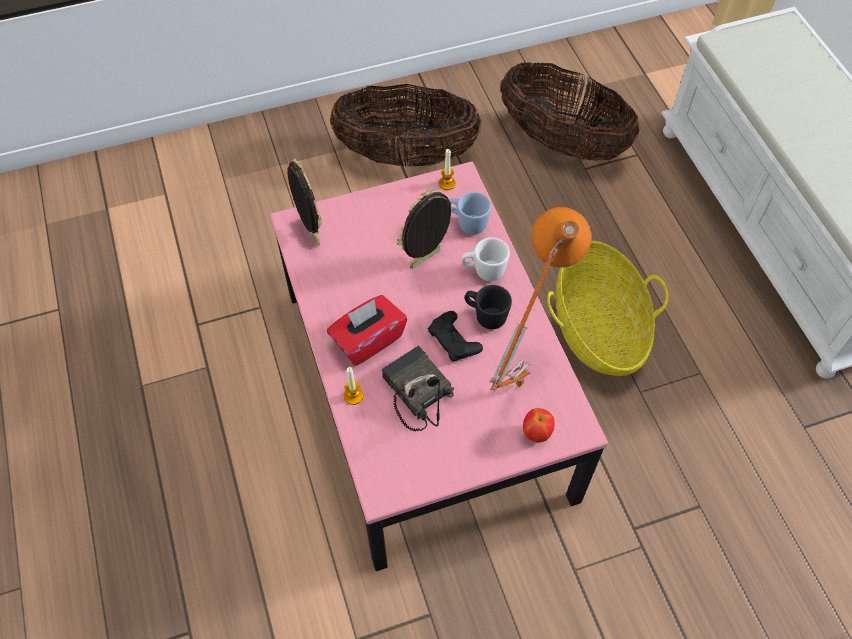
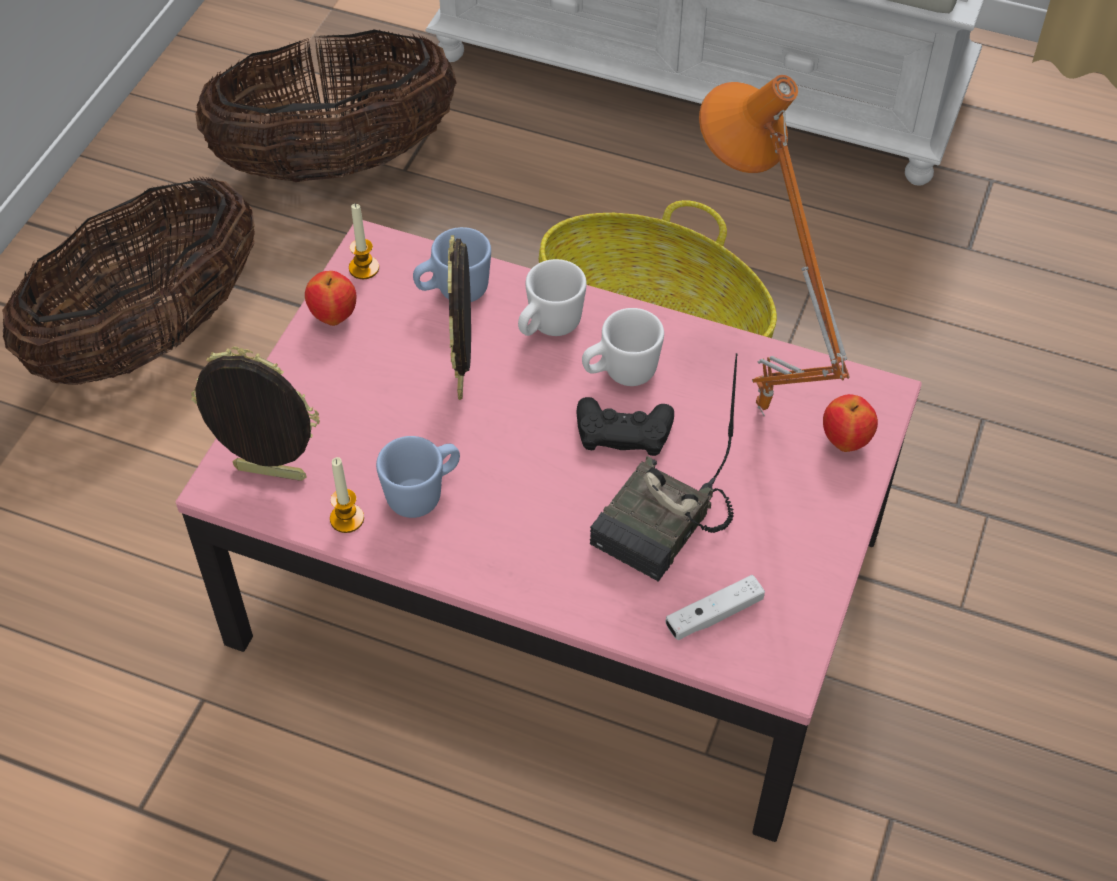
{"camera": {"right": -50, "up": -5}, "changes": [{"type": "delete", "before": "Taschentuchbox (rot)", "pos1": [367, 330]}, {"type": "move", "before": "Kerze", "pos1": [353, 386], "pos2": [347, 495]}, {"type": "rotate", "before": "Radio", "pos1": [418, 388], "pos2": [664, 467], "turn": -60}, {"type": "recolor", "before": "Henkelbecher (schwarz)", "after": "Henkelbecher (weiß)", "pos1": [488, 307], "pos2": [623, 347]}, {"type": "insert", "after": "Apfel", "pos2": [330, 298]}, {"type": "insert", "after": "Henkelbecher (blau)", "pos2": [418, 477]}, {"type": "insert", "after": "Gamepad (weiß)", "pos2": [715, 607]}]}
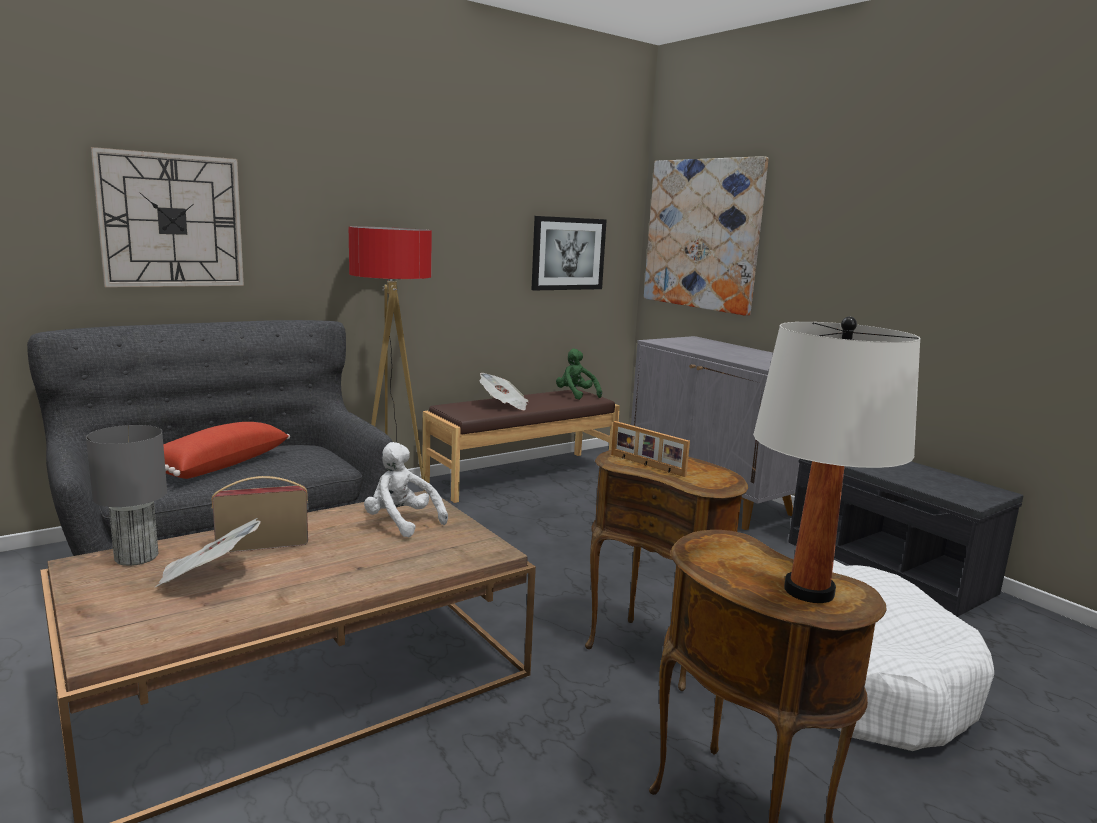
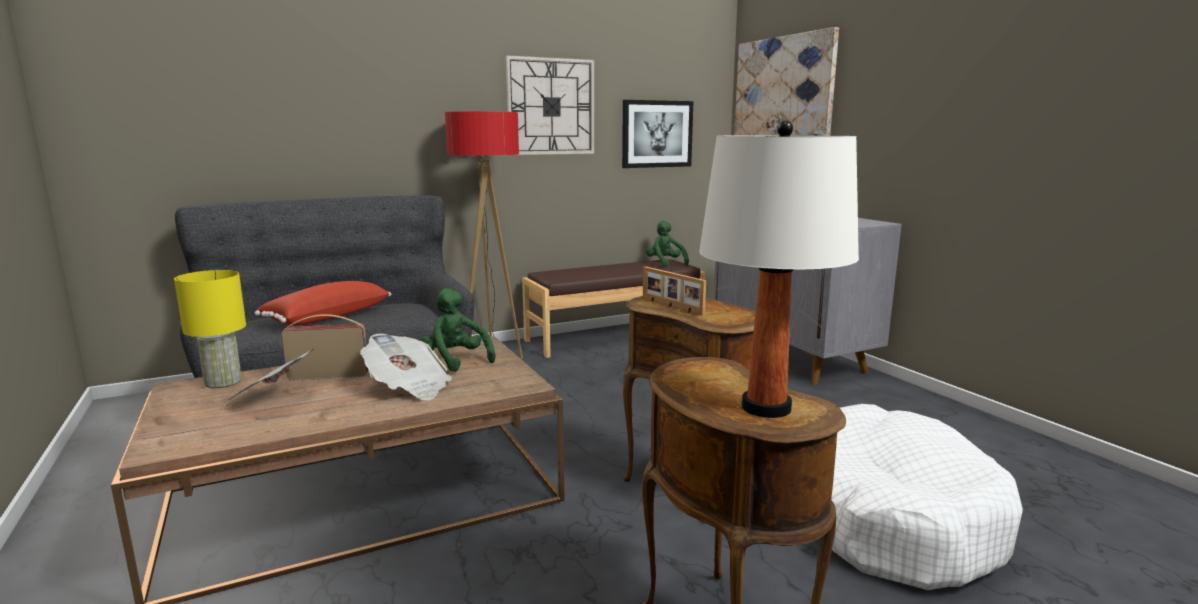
{"camera": {"right": 10, "up": 0}, "changes": [{"type": "recolor", "before": "Tischlampe (grau)", "after": "Tischlampe (gelb)", "pos1": [126, 495], "pos2": [210, 329]}, {"type": "move", "before": "Wanduhr", "pos1": [167, 217], "pos2": [549, 105]}, {"type": "recolor", "before": "Plüschtier (weiß)", "after": "Plüschtier (grün)", "pos1": [406, 489], "pos2": [458, 330]}, {"type": "move", "before": "Zeitung", "pos1": [504, 392], "pos2": [406, 366]}, {"type": "delete", "before": "Bank (grau)", "pos1": [905, 537]}]}
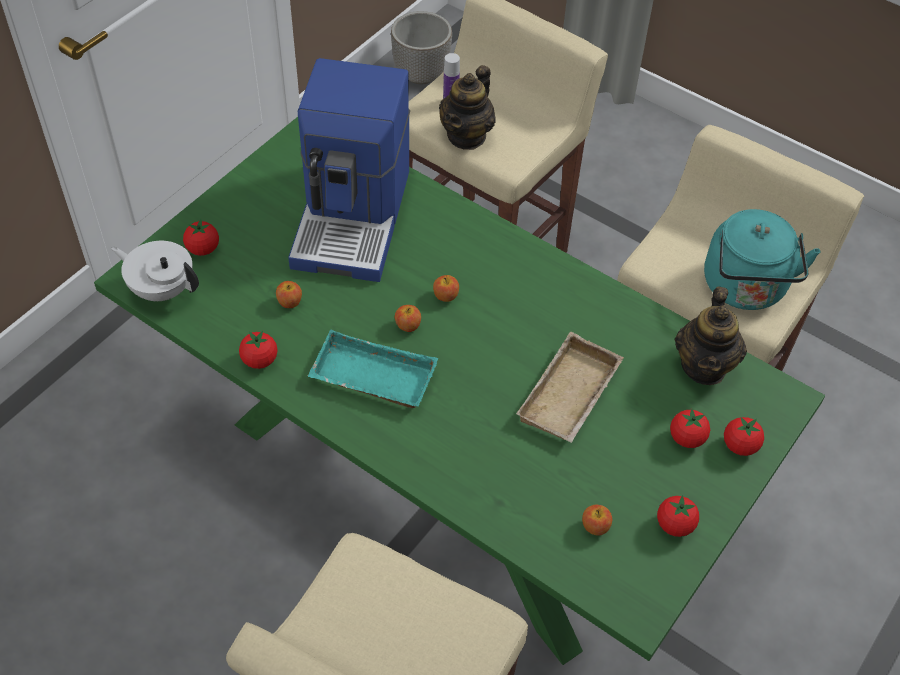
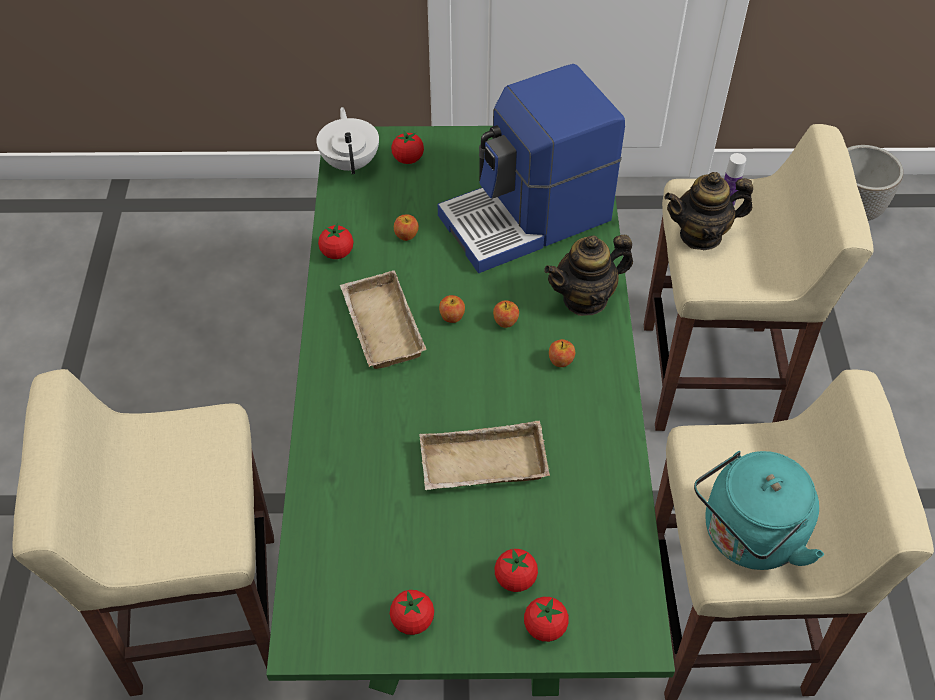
{"camera": {"right": 55, "up": 0}, "changes": [{"type": "recolor", "before": "Tablett (türkis)", "after": "Tablett (beige)", "pos1": [373, 369], "pos2": [383, 319]}, {"type": "move", "before": "Apfel", "pos1": [597, 520], "pos2": [562, 353]}, {"type": "move", "before": "Teekanne", "pos1": [711, 335], "pos2": [588, 275]}]}
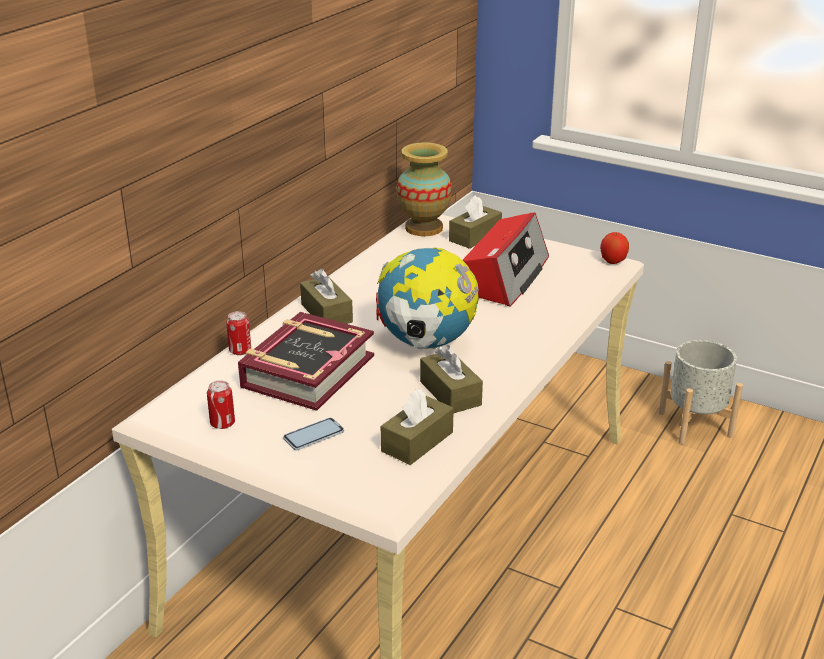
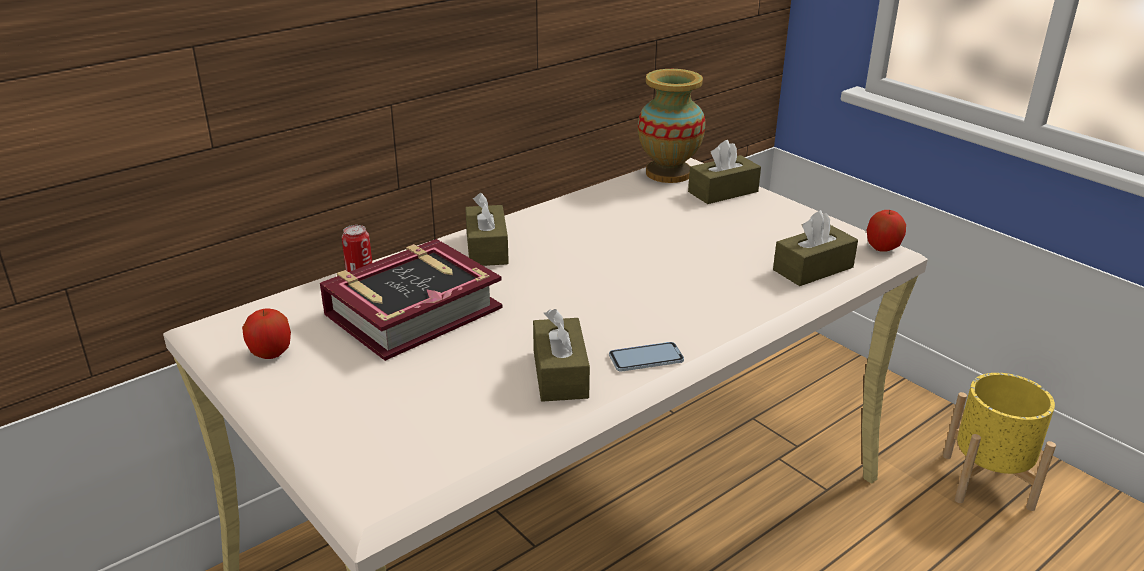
{"camera": {"right": 20, "up": 0}, "changes": [{"type": "replace", "before": "Dose", "after": "Apfel", "pos1": [221, 404], "pos2": [266, 334]}, {"type": "move", "before": "Handy", "pos1": [313, 434], "pos2": [646, 357]}, {"type": "delete", "before": "Globus", "pos1": [427, 298]}, {"type": "move", "before": "Taschentuchbox (braun)", "pos1": [417, 427], "pos2": [815, 248]}, {"type": "delete", "before": "Radio", "pos1": [506, 259]}, {"type": "recolor", "before": "Pflanzkübel (grau)", "after": "Pflanzkübel (gelb)", "pos1": [700, 392], "pos2": [999, 442]}]}
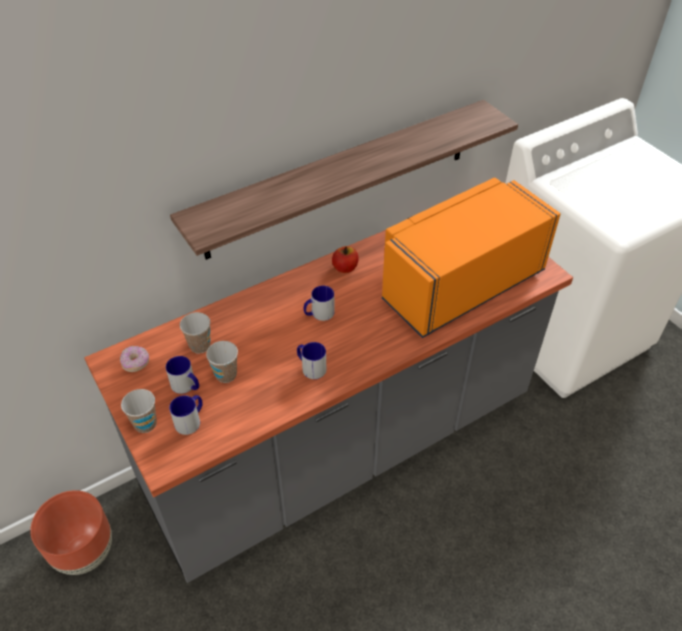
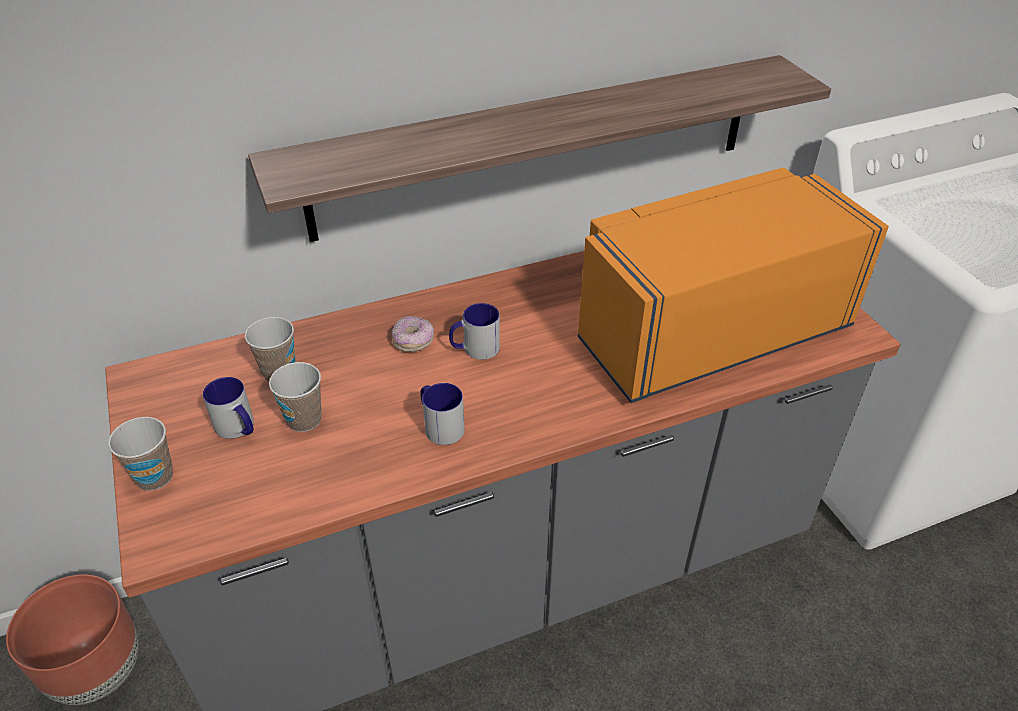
{"camera": {"right": 10, "up": -5}, "changes": [{"type": "move", "before": "Donut", "pos1": [134, 359], "pos2": [413, 334]}, {"type": "delete", "before": "Henkelbecher", "pos1": [186, 415]}, {"type": "delete", "before": "Apfel", "pos1": [345, 259]}]}
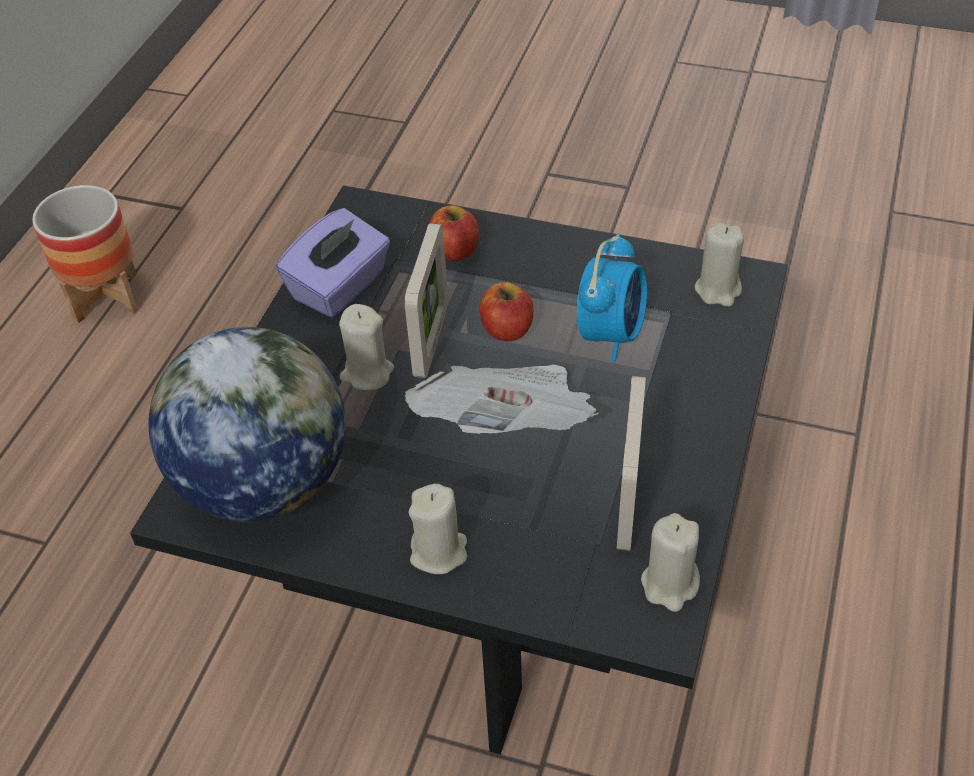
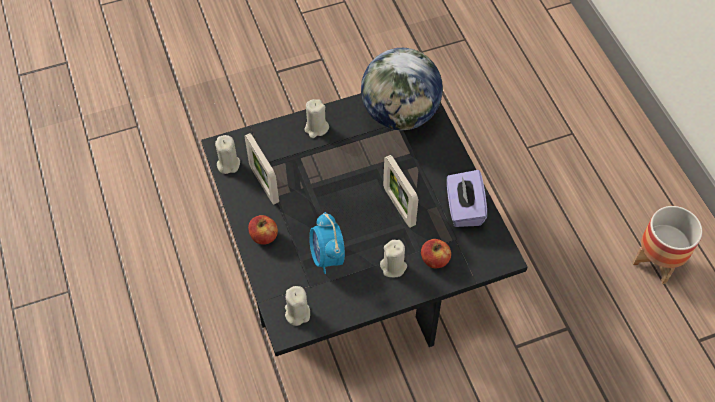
{"camera": {"right": 140, "up": 10}, "changes": [{"type": "move", "before": "Kerze (beige)", "pos1": [366, 347], "pos2": [393, 258]}, {"type": "delete", "before": "Zeitung", "pos1": [502, 399]}, {"type": "move", "before": "Apfel", "pos1": [506, 311], "pos2": [263, 230]}]}
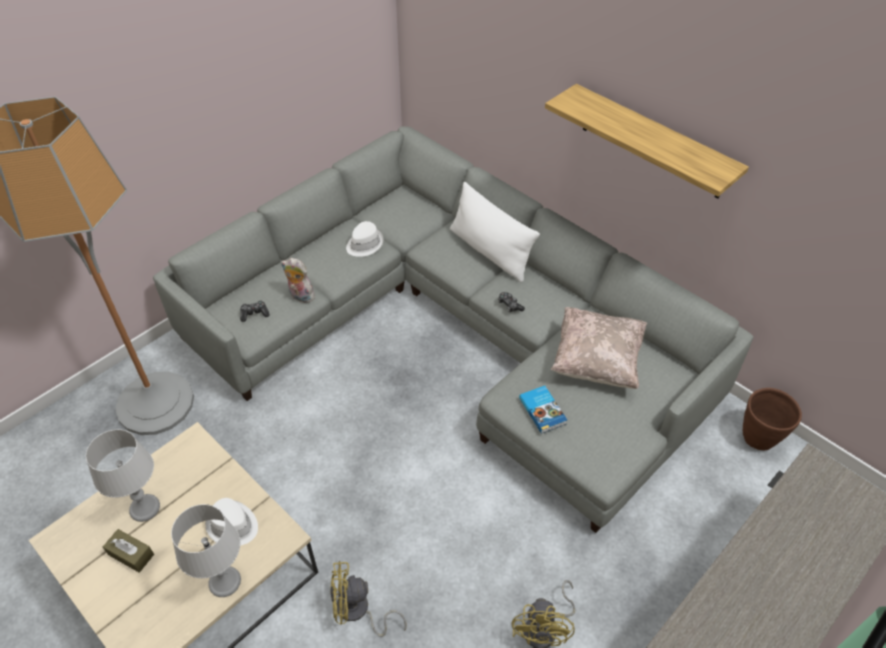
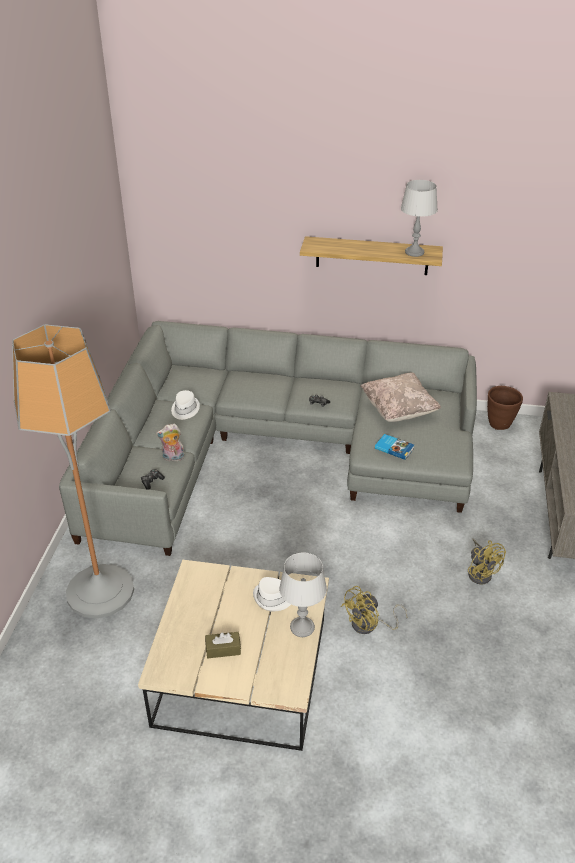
{"camera": {"right": -35, "up": -10}, "changes": [{"type": "move", "before": "Tischlampe (grau)", "pos1": [123, 475], "pos2": [419, 218]}, {"type": "delete", "before": "Kissen (weiß)", "pos1": [495, 232]}]}
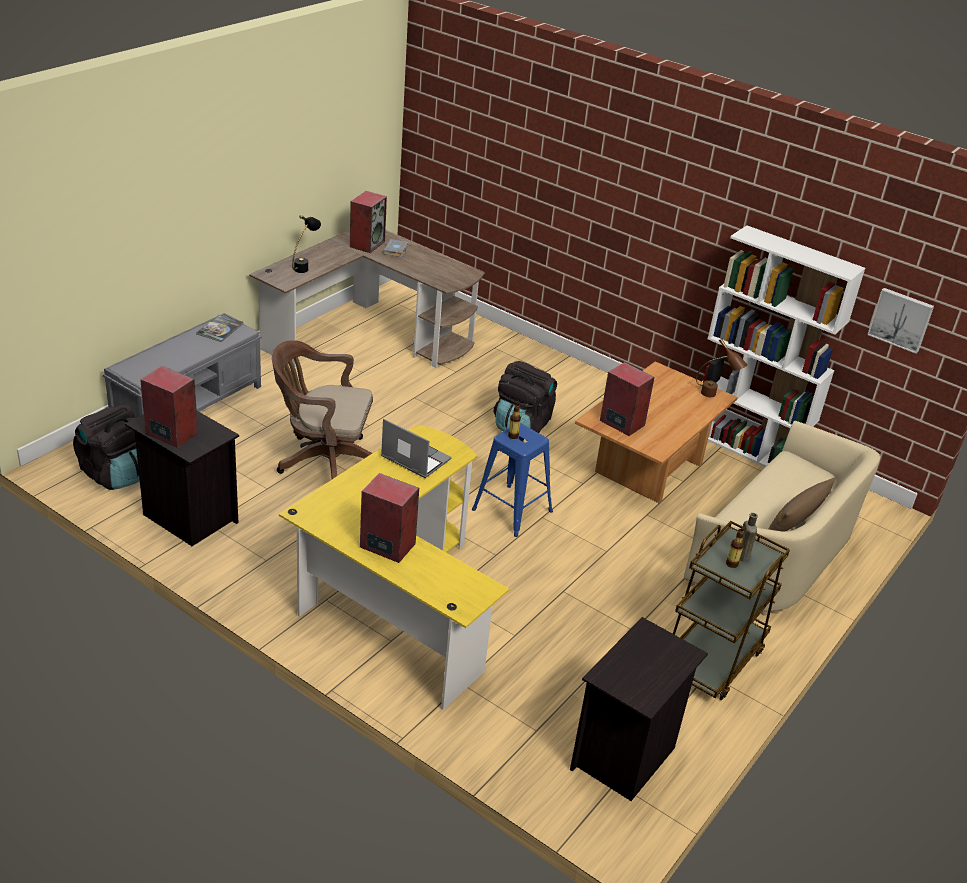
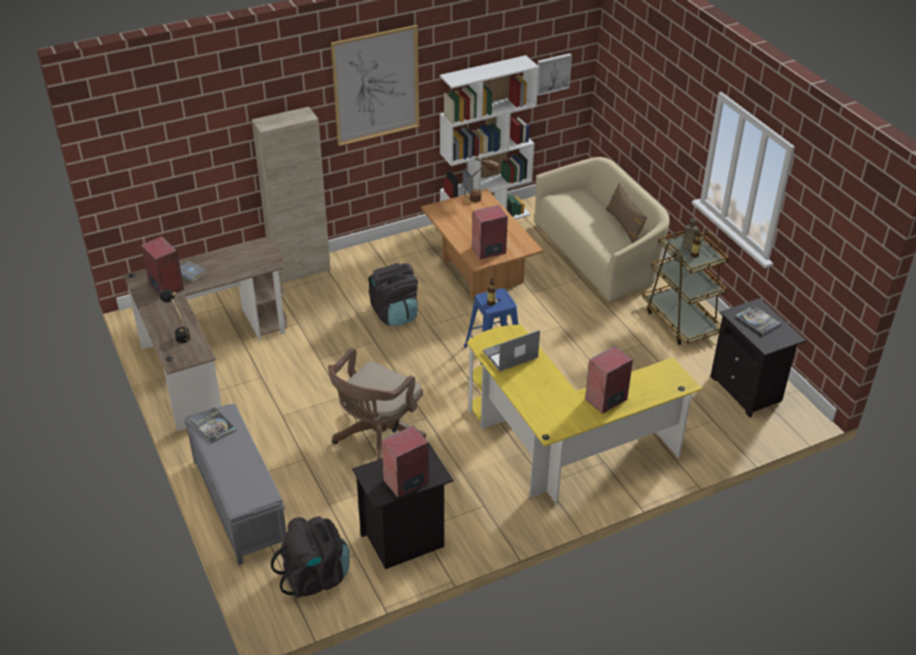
{"camera": {"right": -60, "up": 5}, "changes": [{"type": "insert", "after": "Schrank (beige)", "pos2": [291, 194]}, {"type": "insert", "after": "Bild", "pos2": [375, 85]}, {"type": "insert", "after": "Buch", "pos2": [758, 320]}]}
